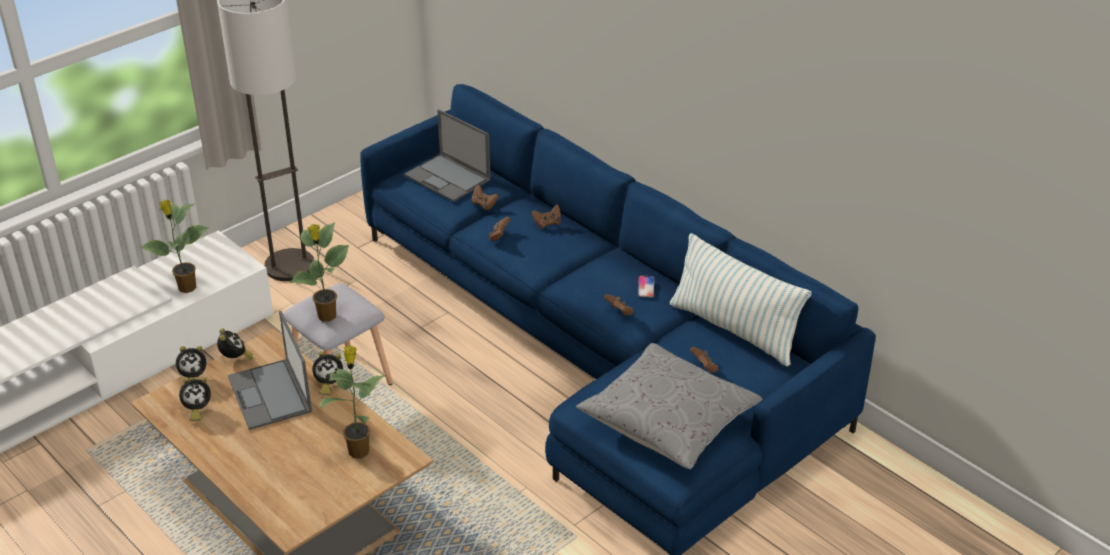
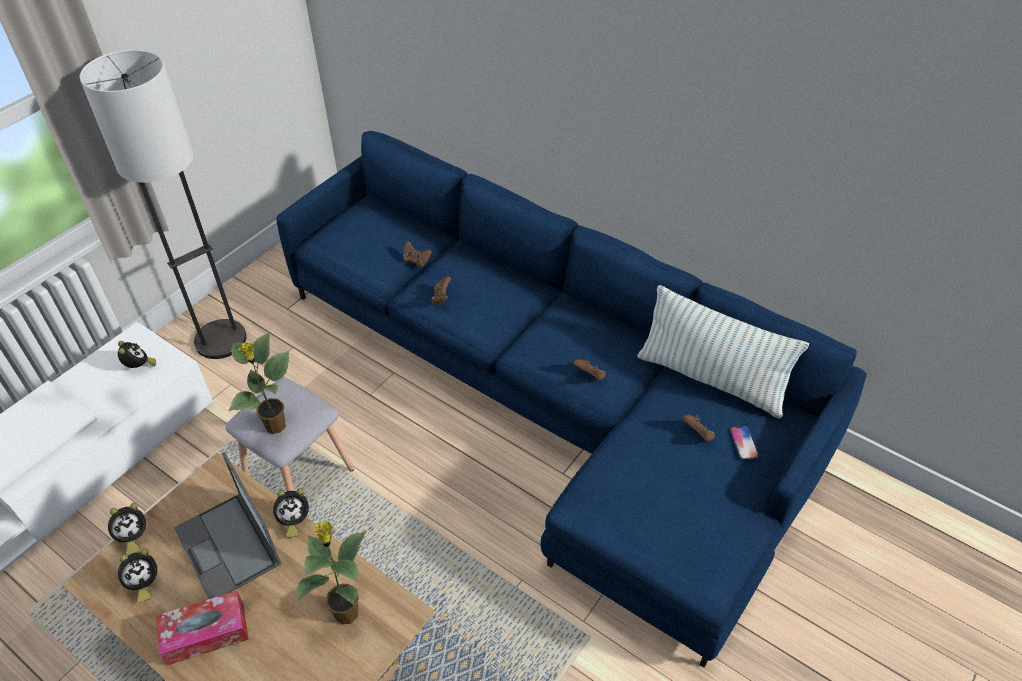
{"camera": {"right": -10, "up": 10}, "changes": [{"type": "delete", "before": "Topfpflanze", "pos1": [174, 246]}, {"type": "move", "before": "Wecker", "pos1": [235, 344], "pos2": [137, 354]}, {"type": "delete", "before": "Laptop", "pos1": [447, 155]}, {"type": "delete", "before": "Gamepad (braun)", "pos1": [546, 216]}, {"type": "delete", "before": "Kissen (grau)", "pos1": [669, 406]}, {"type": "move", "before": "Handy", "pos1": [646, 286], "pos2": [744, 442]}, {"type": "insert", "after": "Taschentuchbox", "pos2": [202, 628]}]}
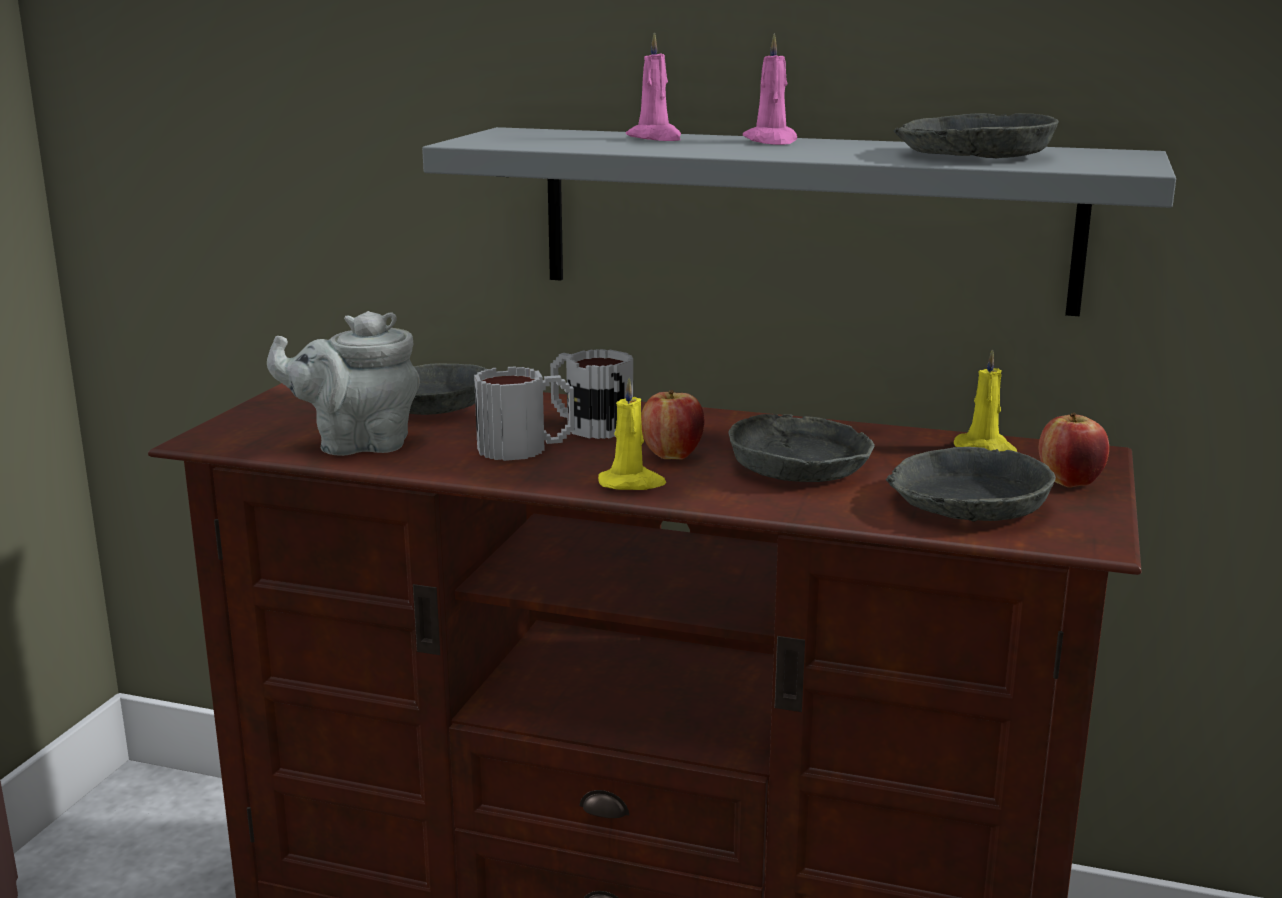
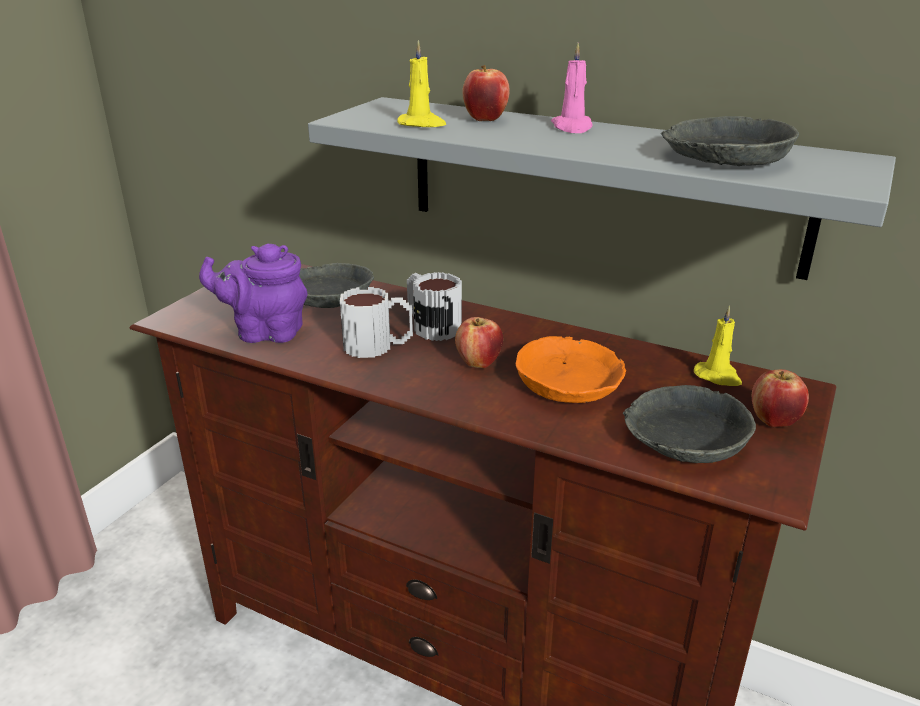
{"camera": {"right": 10, "up": 10}, "changes": [{"type": "recolor", "before": "Teekanne (grau)", "after": "Teekanne (lila)", "pos1": [343, 383], "pos2": [253, 293]}, {"type": "move", "before": "Kerze (gelb)", "pos1": [632, 434], "pos2": [421, 83]}, {"type": "replace", "before": "Kerze (rosa)", "after": "Apfel", "pos1": [653, 86], "pos2": [486, 93]}, {"type": "recolor", "before": "Schüssel (grau)", "after": "Schüssel (orange)", "pos1": [802, 448], "pos2": [571, 369]}]}
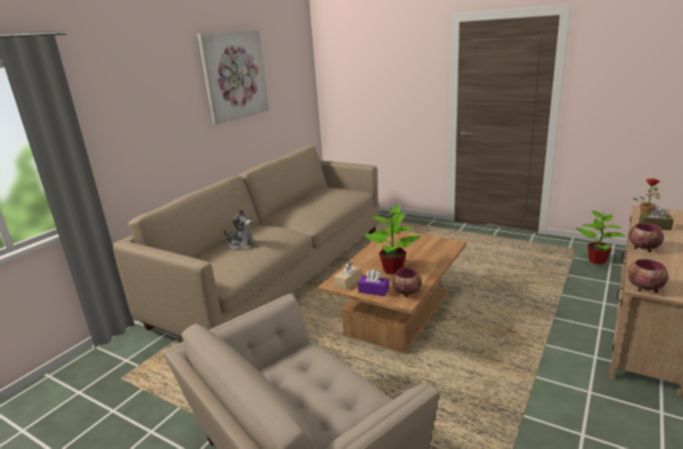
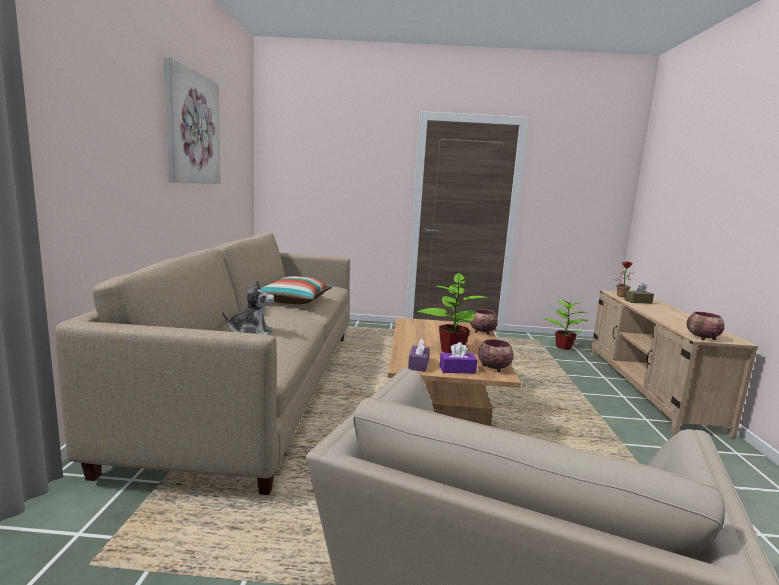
{"camera": {"right": -30, "up": -10}, "changes": [{"type": "recolor", "before": "Taschentuchbox (beige)", "after": "Taschentuchbox (lila)", "pos1": [348, 276], "pos2": [419, 355]}, {"type": "move", "before": "Schüssel", "pos1": [646, 237], "pos2": [484, 322]}, {"type": "insert", "after": "Kissen", "pos2": [296, 290]}]}
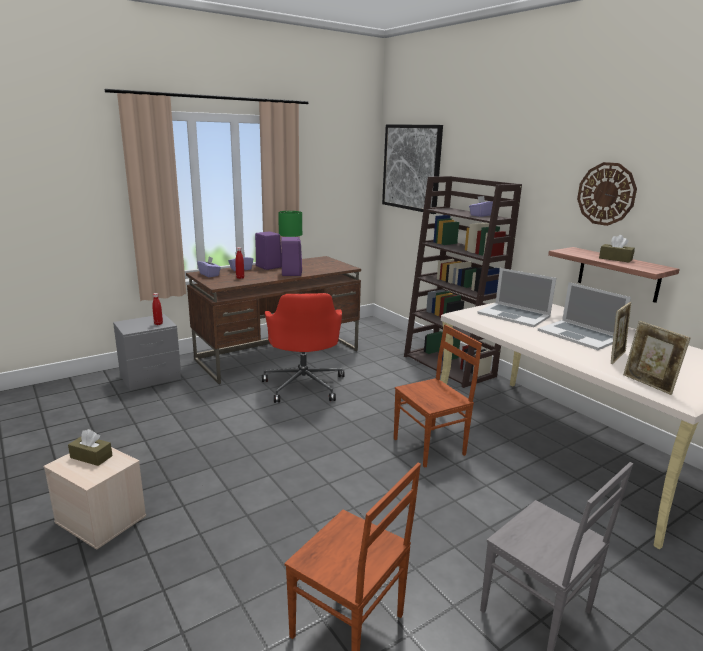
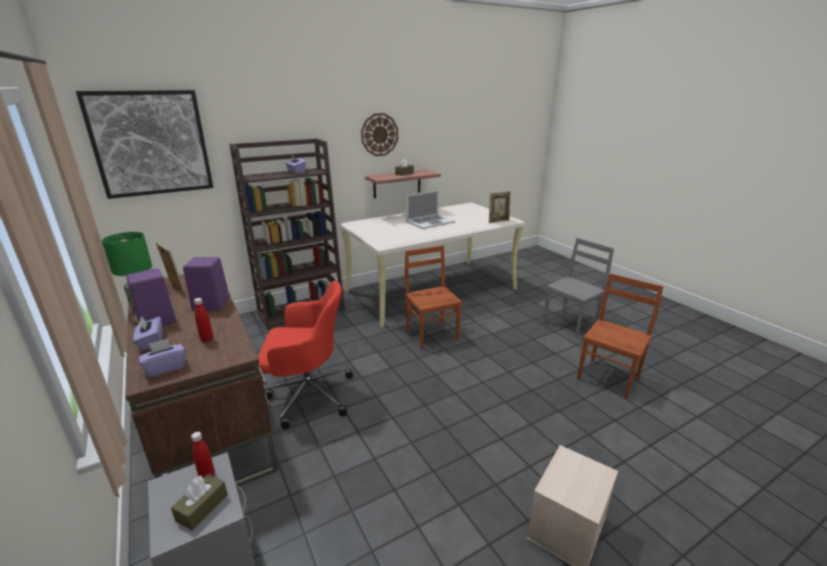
{"camera": {"right": -85, "up": 5}, "changes": [{"type": "move", "before": "Taschentuchbox (braun)", "pos1": [90, 447], "pos2": [199, 502]}, {"type": "delete", "before": "Laptop", "pos1": [516, 297]}, {"type": "move", "before": "Bilderrahmen", "pos1": [621, 333], "pos2": [170, 267]}]}
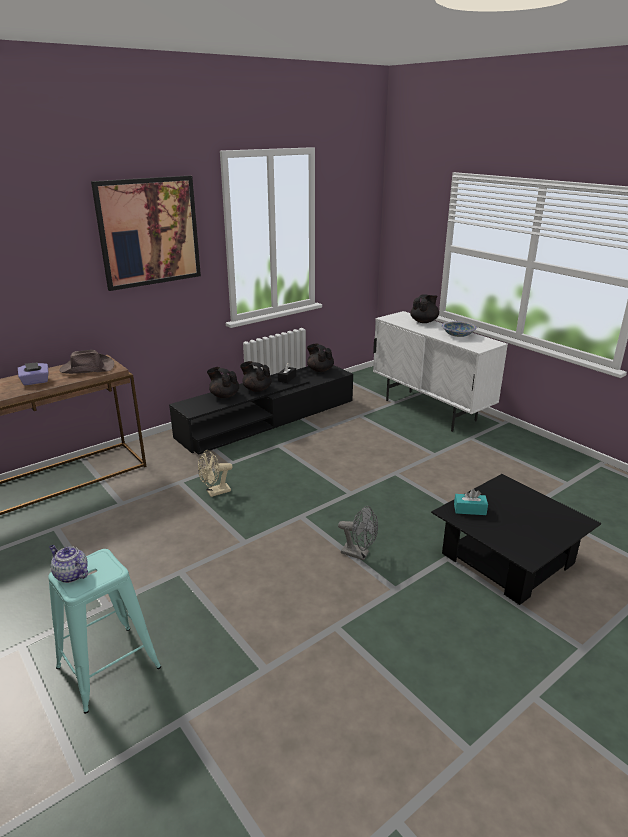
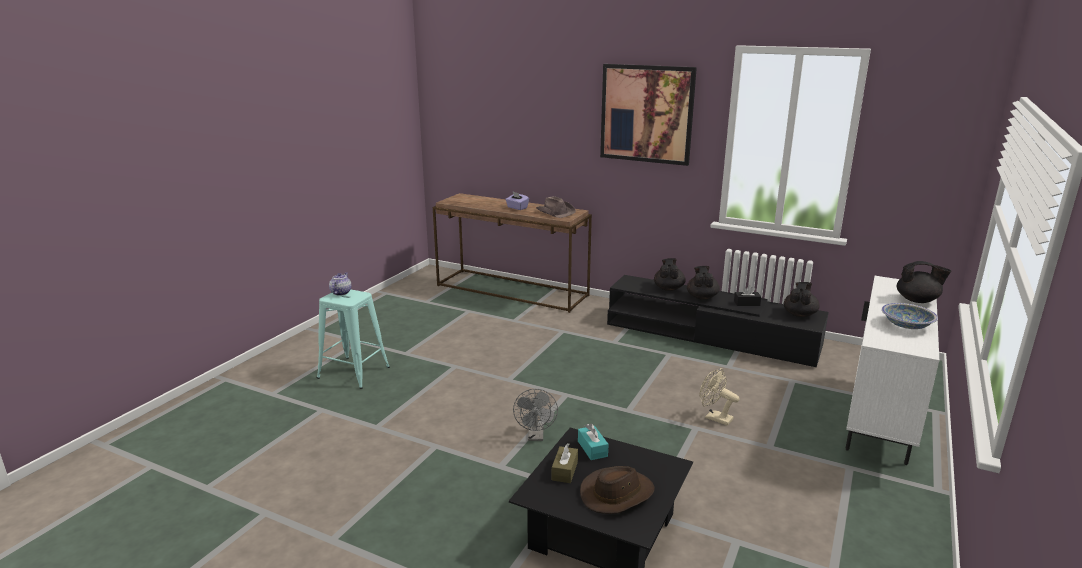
{"camera": {"right": 65, "up": -5}, "changes": [{"type": "move", "before": "Ventilator (beige)", "pos1": [215, 473], "pos2": [719, 397]}, {"type": "insert", "after": "Taschentuchbox (braun)", "pos2": [565, 463]}, {"type": "insert", "after": "Hut (braun)", "pos2": [617, 490]}]}
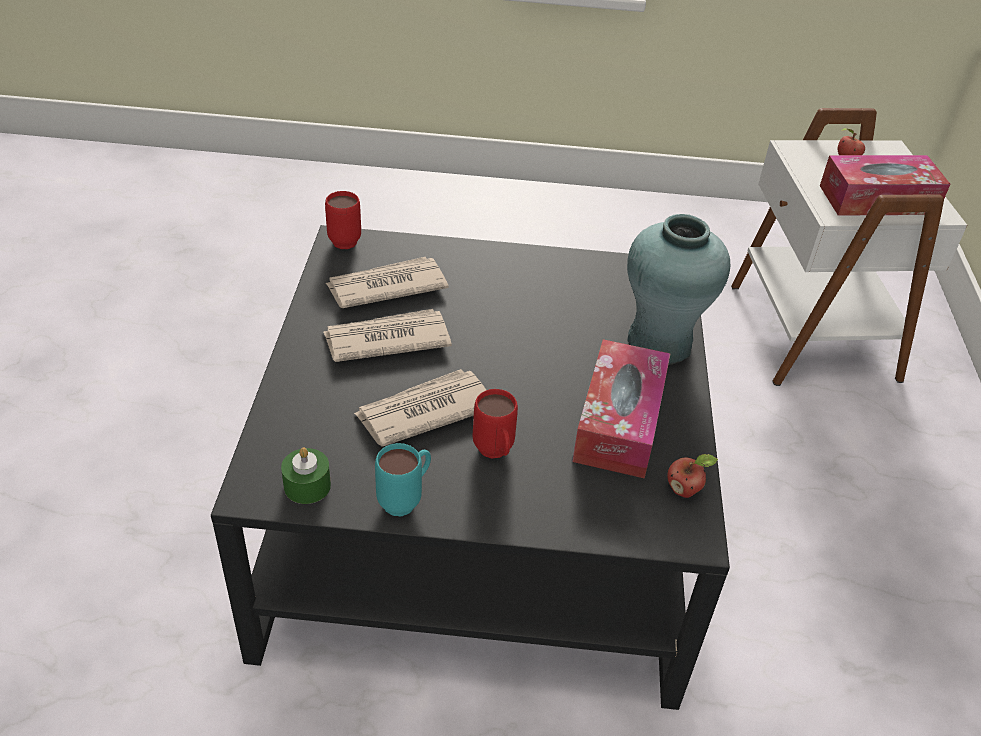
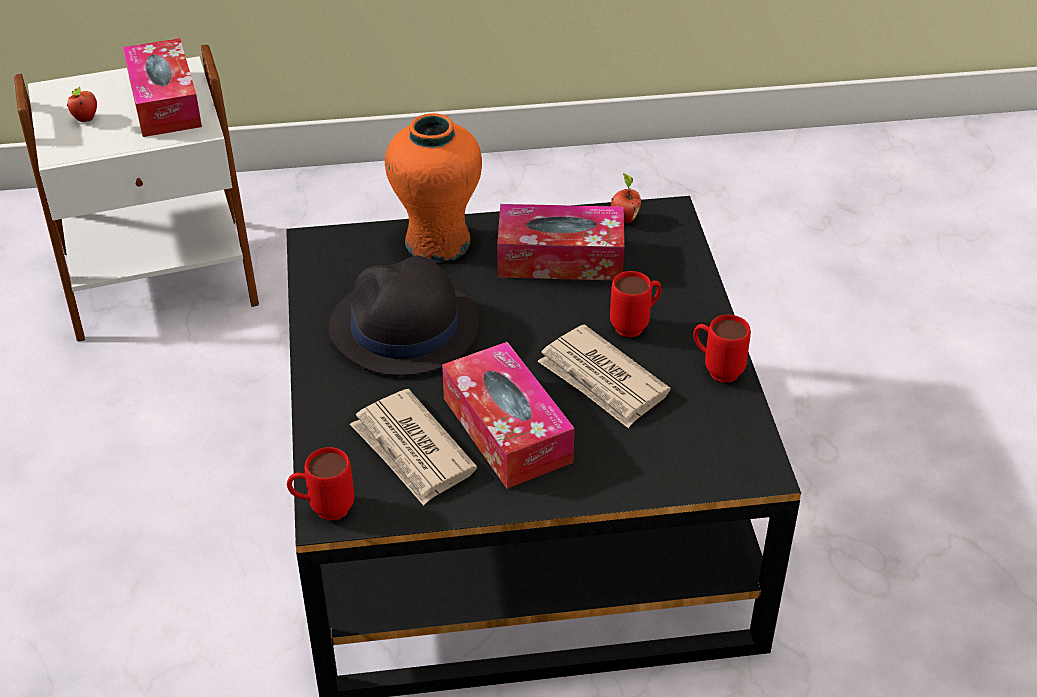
{"camera": {"right": -100, "up": 0}, "changes": [{"type": "delete", "before": "Kerze (grün)", "pos1": [306, 475]}, {"type": "replace", "before": "Zeitung", "after": "Taschentuchbox", "pos1": [388, 335], "pos2": [508, 415]}, {"type": "recolor", "before": "Henkelbecher (türkis)", "after": "Henkelbecher (rot)", "pos1": [403, 479], "pos2": [722, 348]}, {"type": "recolor", "before": "Vase (türkis)", "after": "Vase (orange)", "pos1": [678, 289], "pos2": [433, 188]}, {"type": "insert", "after": "Hut (schwarz)", "pos2": [404, 315]}]}
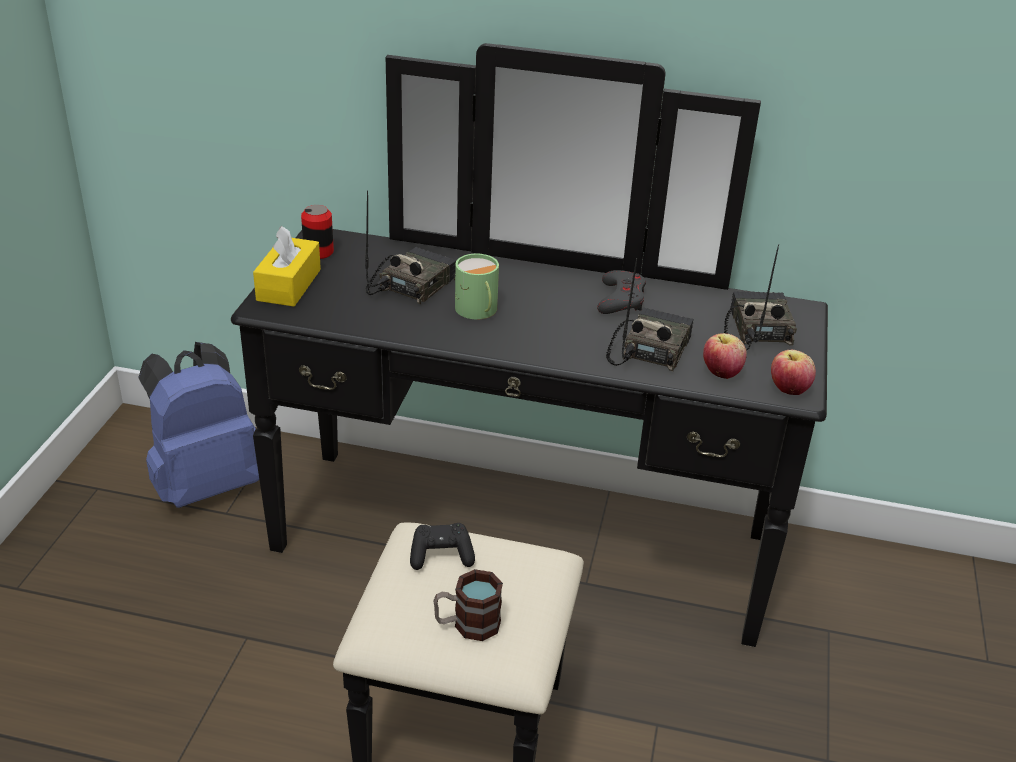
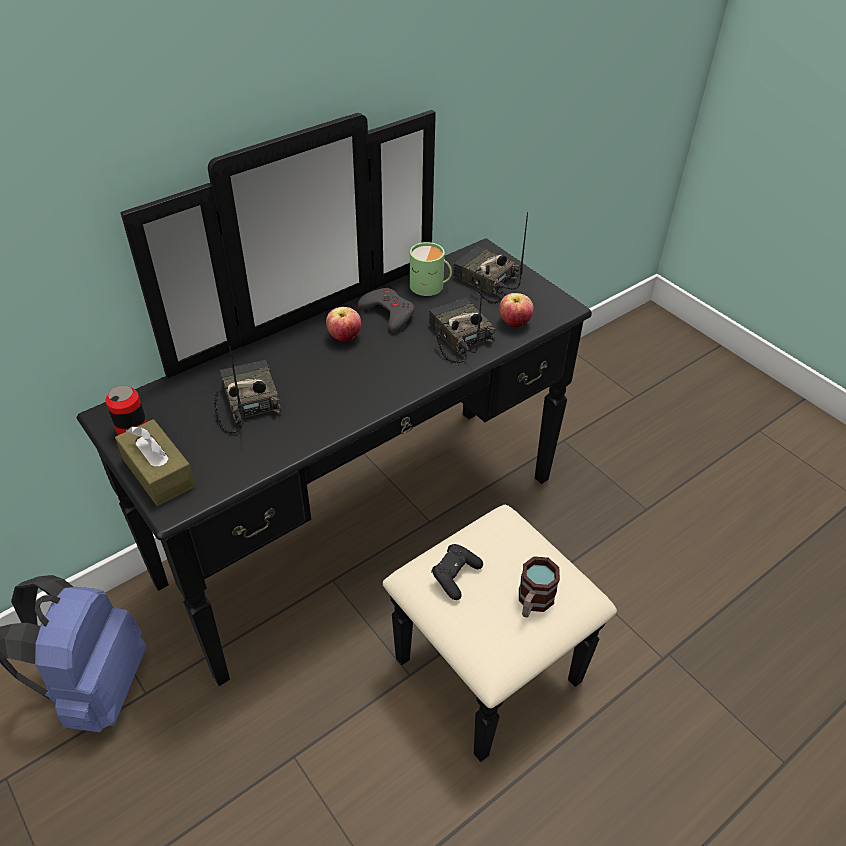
{"camera": {"right": -50, "up": 10}, "changes": [{"type": "recolor", "before": "Taschentuchbox (gelb)", "after": "Taschentuchbox (braun)", "pos1": [287, 266], "pos2": [155, 462]}, {"type": "move", "before": "Henkelbecher (grün)", "pos1": [476, 286], "pos2": [431, 269]}, {"type": "move", "before": "Apfel", "pos1": [793, 372], "pos2": [343, 324]}]}
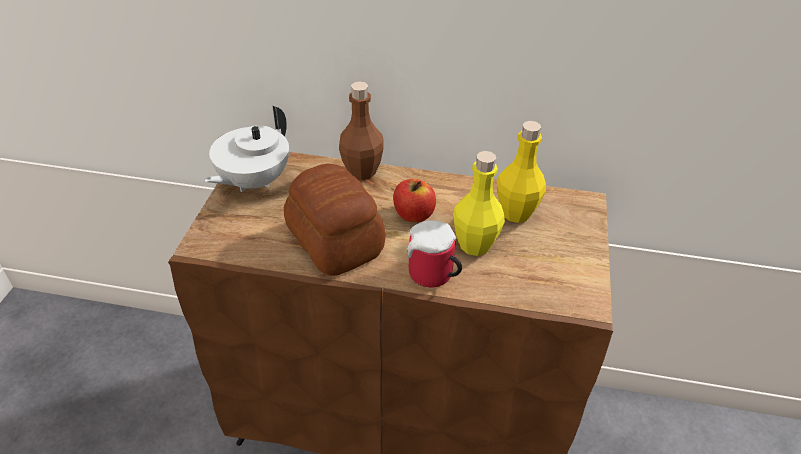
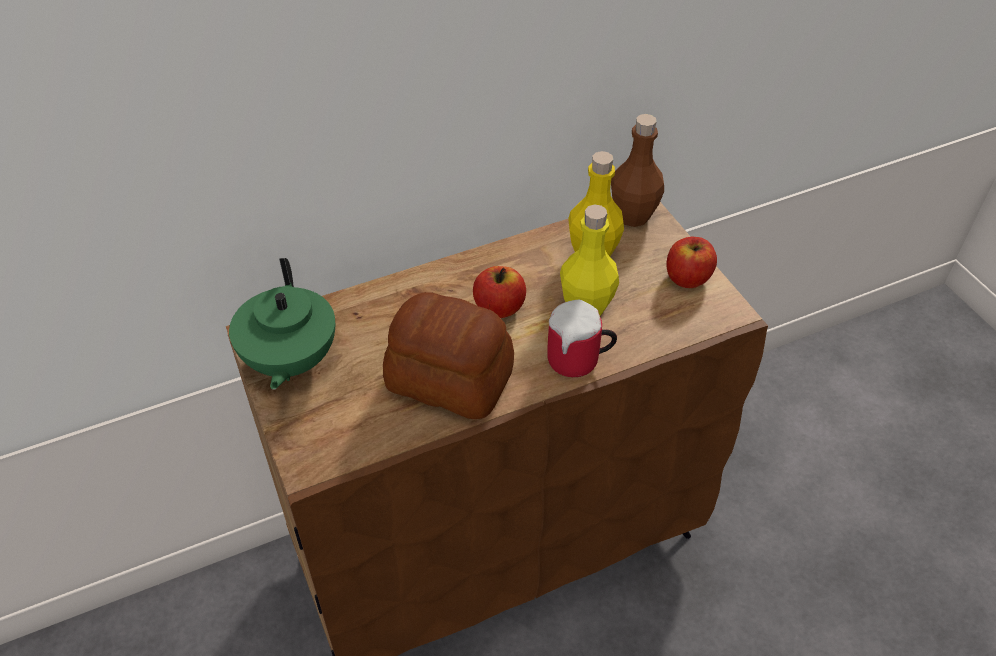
{"camera": {"right": -35, "up": 5}, "changes": [{"type": "recolor", "before": "Teekanne (weiß)", "after": "Teekanne (grün)", "pos1": [246, 149], "pos2": [282, 324]}, {"type": "move", "before": "Flasche (braun)", "pos1": [361, 131], "pos2": [637, 170]}, {"type": "insert", "after": "Apfel", "pos2": [691, 262]}]}
